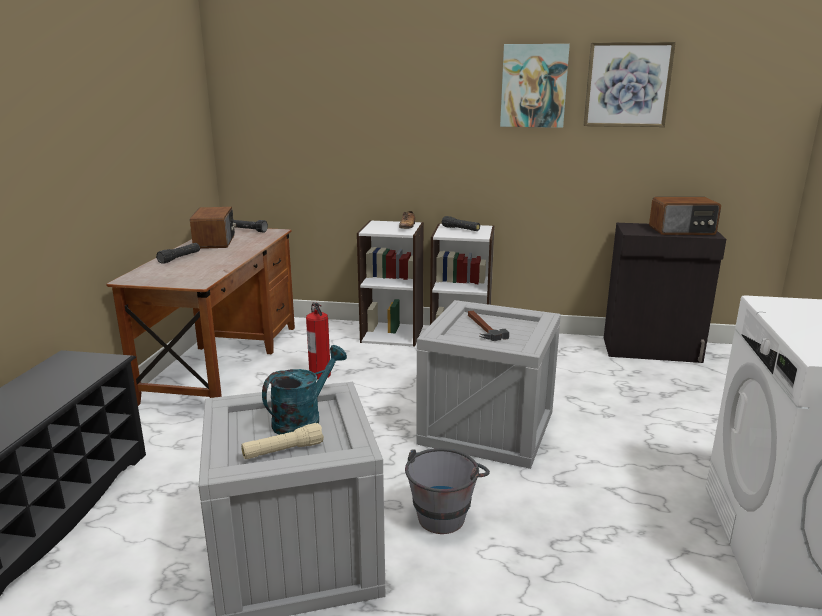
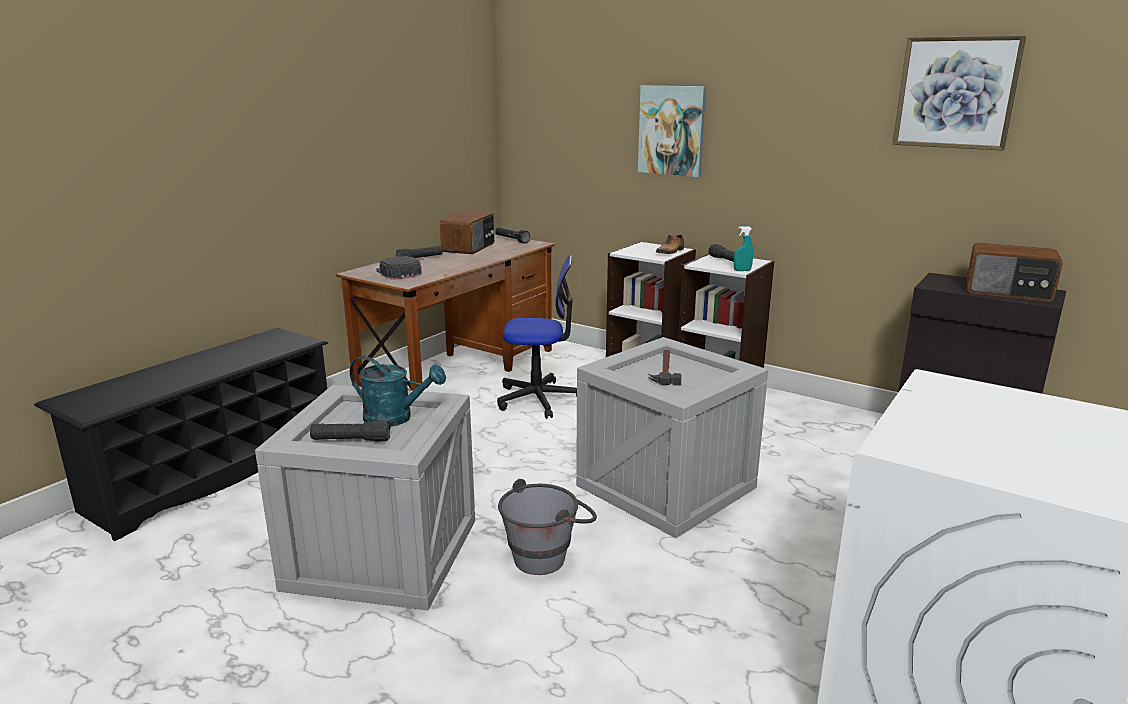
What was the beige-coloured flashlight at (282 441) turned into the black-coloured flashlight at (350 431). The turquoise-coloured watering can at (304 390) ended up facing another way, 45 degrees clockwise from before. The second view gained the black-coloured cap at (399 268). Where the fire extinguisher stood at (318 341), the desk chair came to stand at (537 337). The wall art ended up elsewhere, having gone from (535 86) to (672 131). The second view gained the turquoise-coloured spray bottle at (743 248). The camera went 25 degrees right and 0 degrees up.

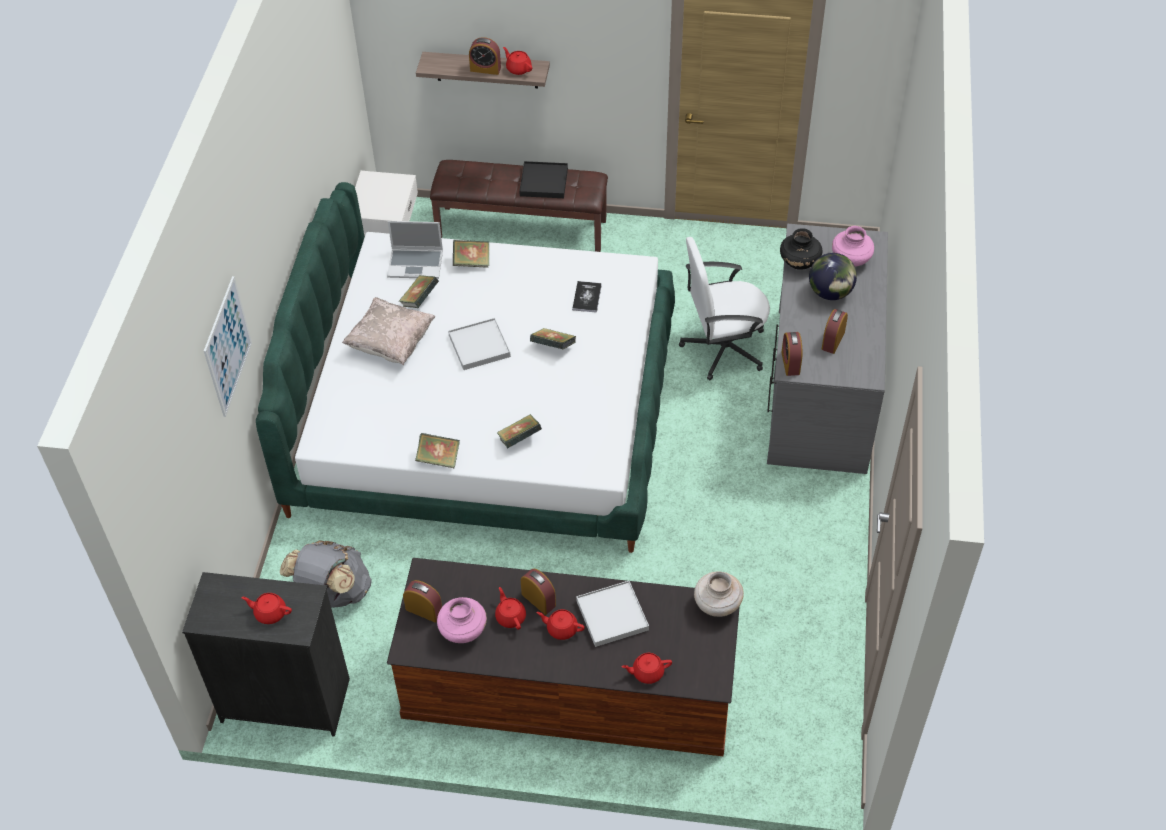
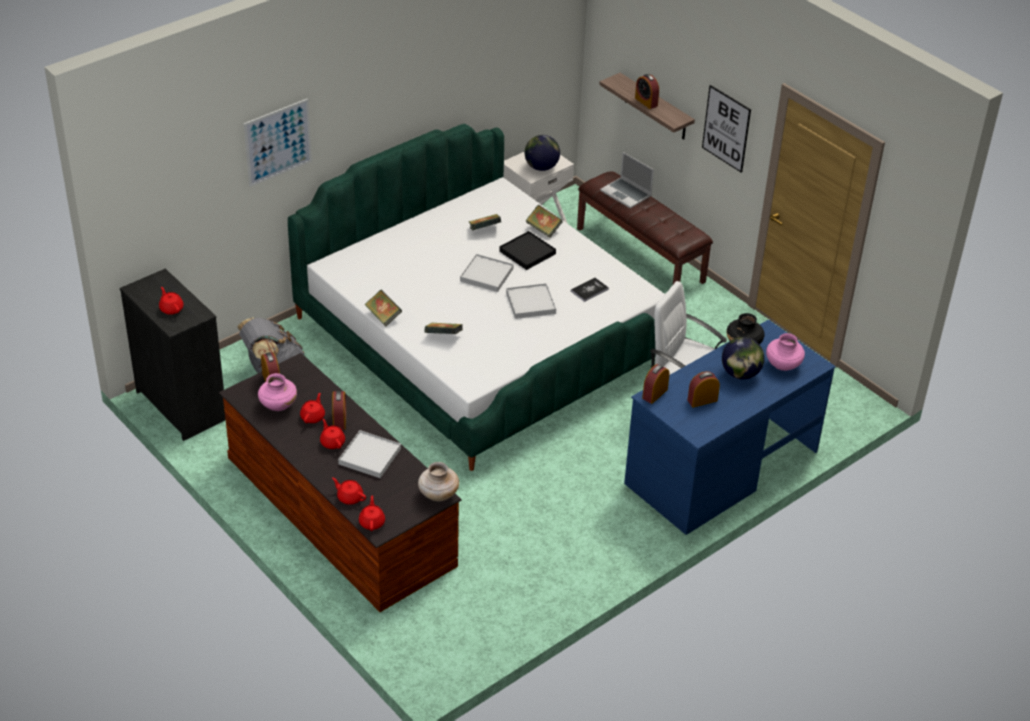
The red tea pot ended up elsewhere, having gone from (517 61) to (372 513). The black-coloured serving tray ended up elsewhere, having gone from (543 179) to (527 250). Where the volume stood at (553 339), the white-coloured serving tray came to stand at (531 301). The second view gained the world globe at (542 153). The portable computer ended up elsewhere, having gone from (415 250) to (627 180). What was the grey desk at (827 349) turned into the blue desk at (730 427). The second view gained the wall art at (726 128). The second view lost the beige-coloured throw pillow at (389 331). The camera went 40 degrees right and 10 degrees down.

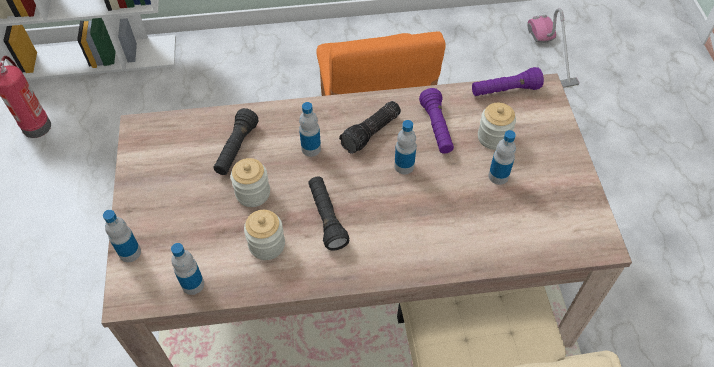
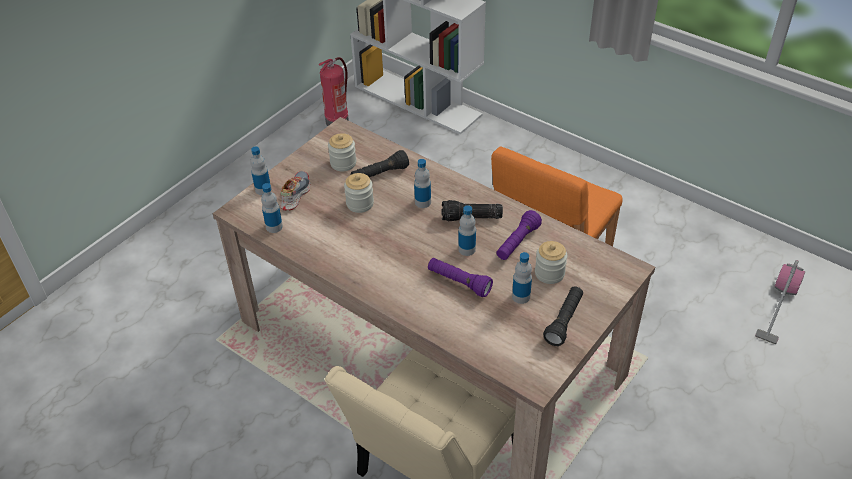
The second view gained the low shoe at (295 191). The jar ended up elsewhere, having gone from (264 235) to (342 152). The purple flashlight ended up elsewhere, having gone from (508 81) to (460 277). The black-coloured flashlight ended up elsewhere, having gone from (328 214) to (563 316). The camera went 45 degrees right and 10 degrees down.

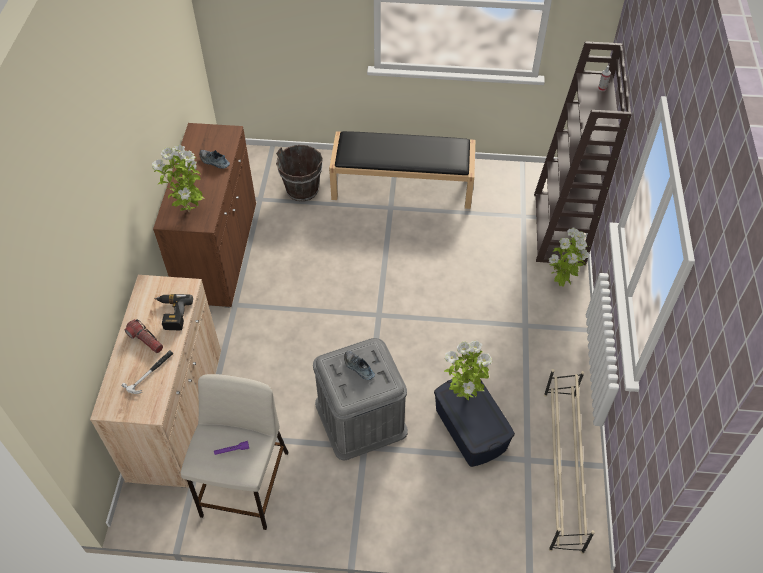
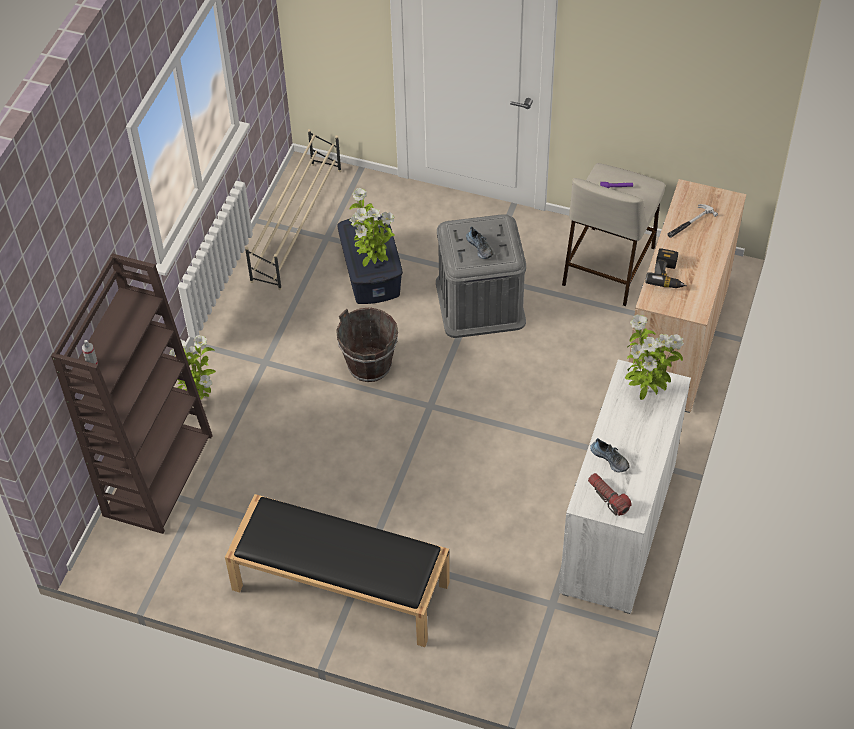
The brown pail ended up elsewhere, having gone from (299 173) to (367 344). What was the brown cupboard at (204 215) turned into the white-coloured cupboard at (625 487). The flashlight ended up elsewhere, having gone from (143 336) to (610 494). The camera went 165 degrees left and 0 degrees up.

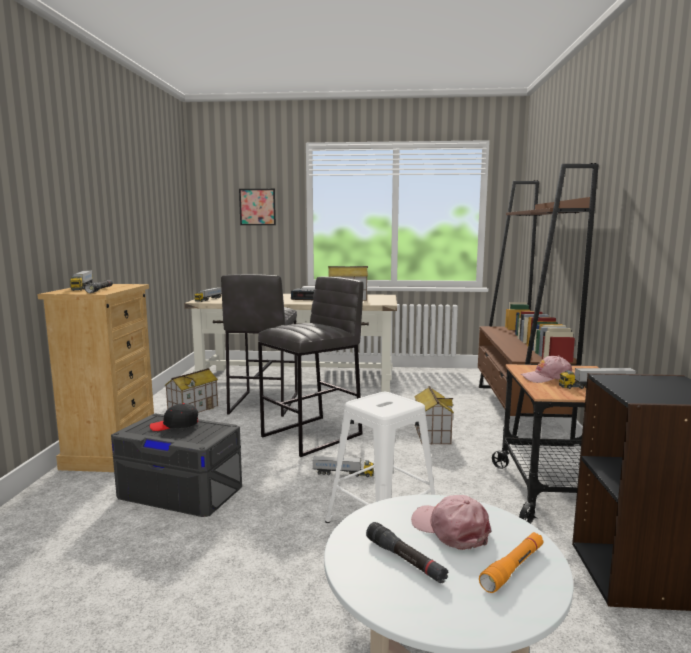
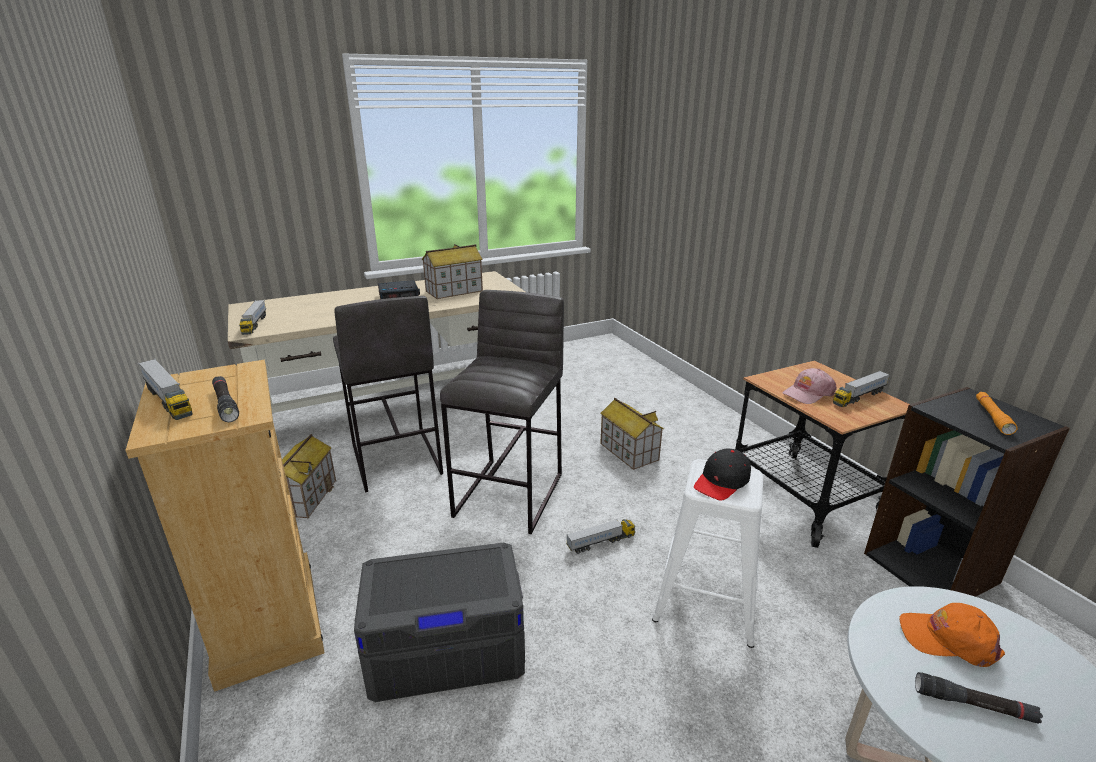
The black-coloured cap ended up elsewhere, having gone from (173 417) to (722 475). What was the pink cap at (451 522) turned into the orange-coloured cap at (952 635). The orange-coloured flashlight ended up elsewhere, having gone from (511 562) to (997 413). The second view lost the wall art at (257 207). The second view lost the brown bookcase at (538 305). The camera went 30 degrees left and 15 degrees up.

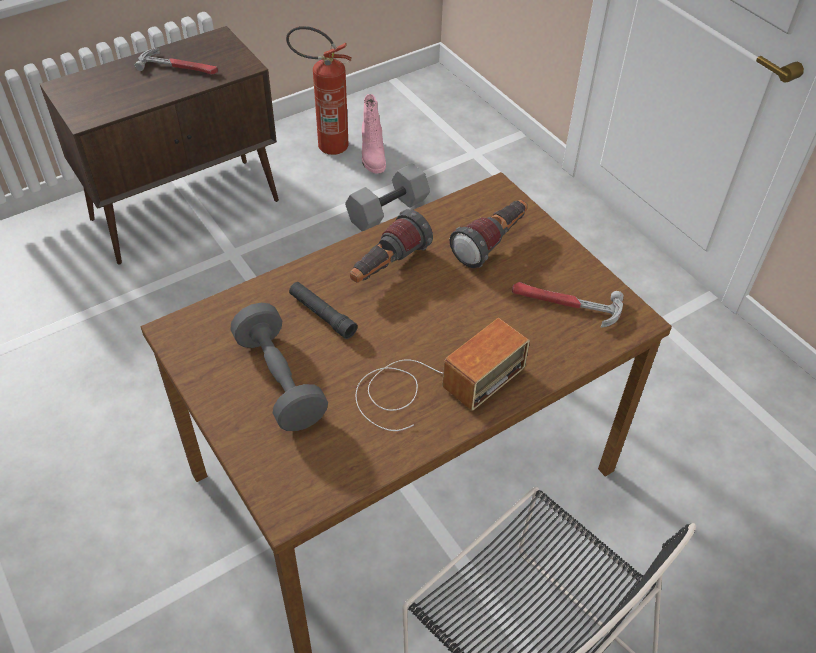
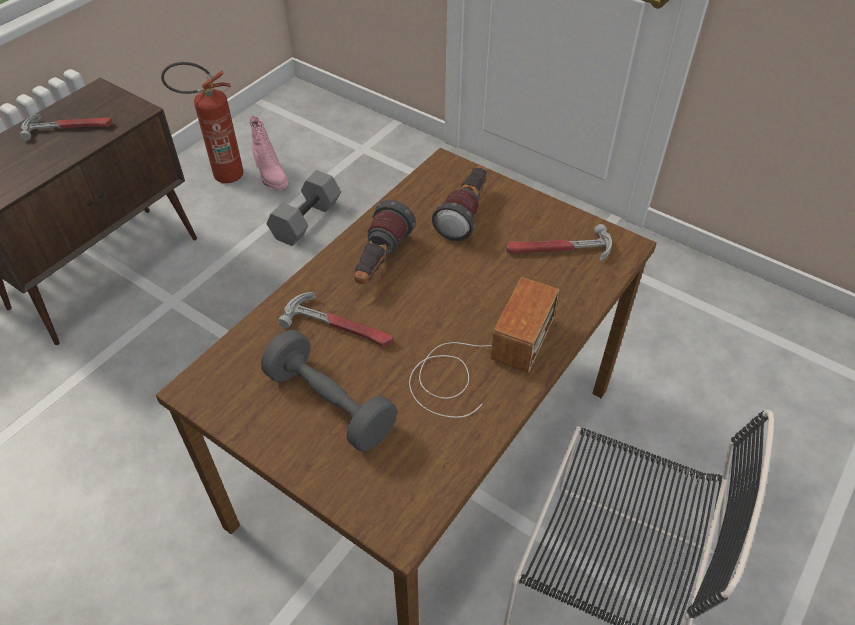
Where the black-coloured flashlight stood at (323 310), the hand hammer came to stand at (335 319). The camera went 20 degrees left and 0 degrees up.

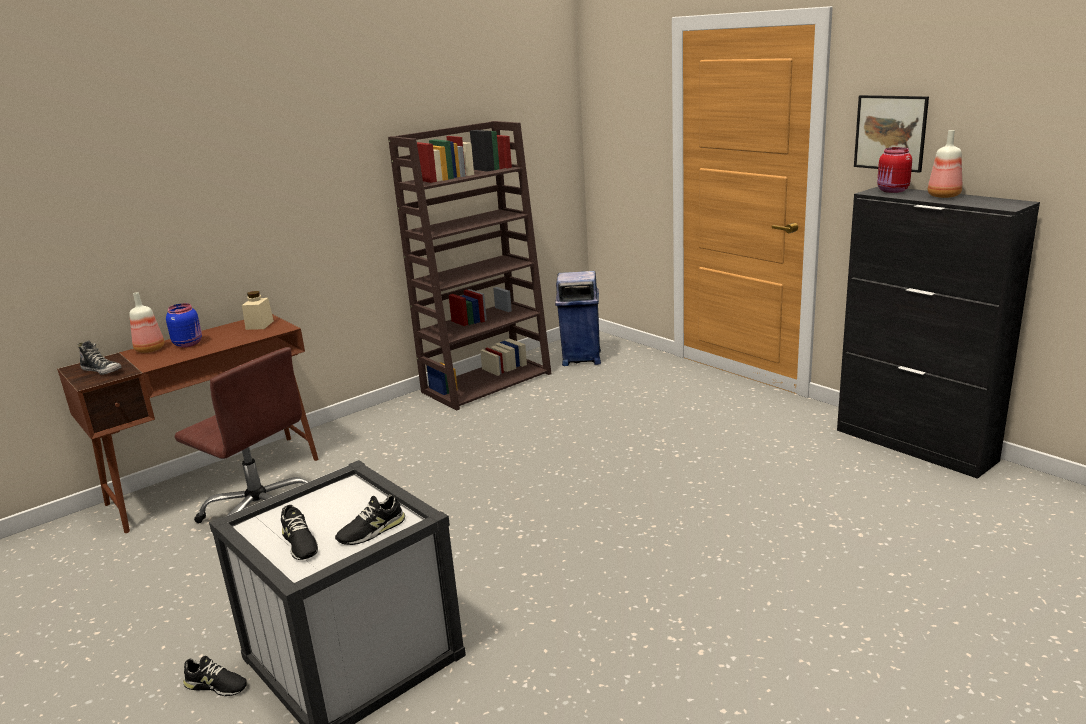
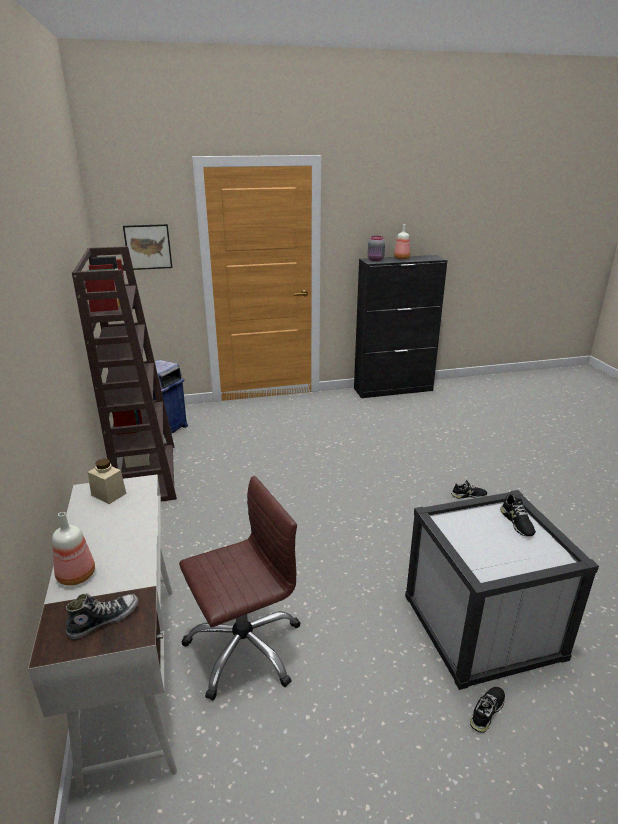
What was the brown desk at (187 423) turned into the white-coloured desk at (102 635). The wall art ended up elsewhere, having gone from (891 134) to (147 247). What was the red jar at (894 170) turned into the grey jar at (376 248). The black-coloured low shoe ended up elsewhere, having gone from (299 532) to (469 489). The second view lost the blue jar at (184 325). The camera went 65 degrees left and 5 degrees up.

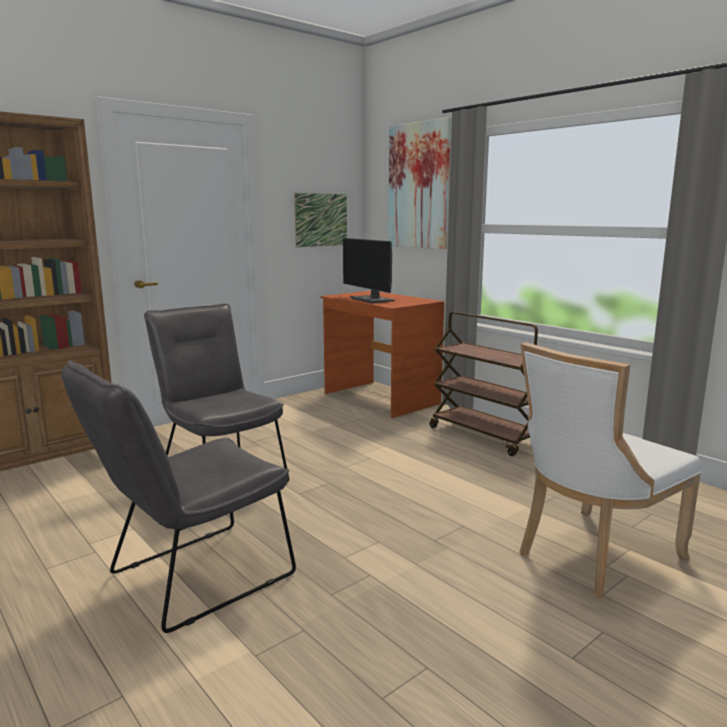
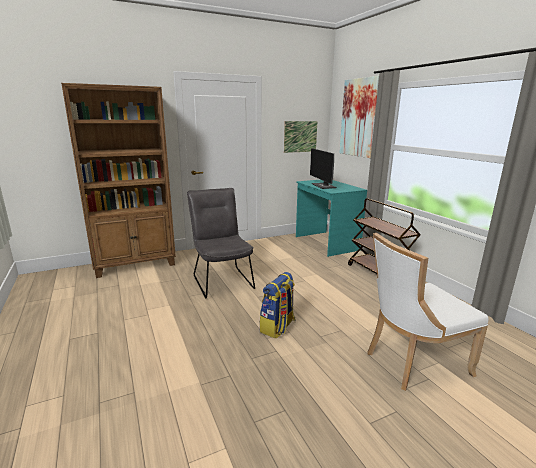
The second view gained the knapsack at (278 305). What was the brown desk at (382 354) turned into the turquoise-coloured desk at (331 218). The second view lost the grey upright chair at (178 496). The camera went 15 degrees right and 5 degrees up.

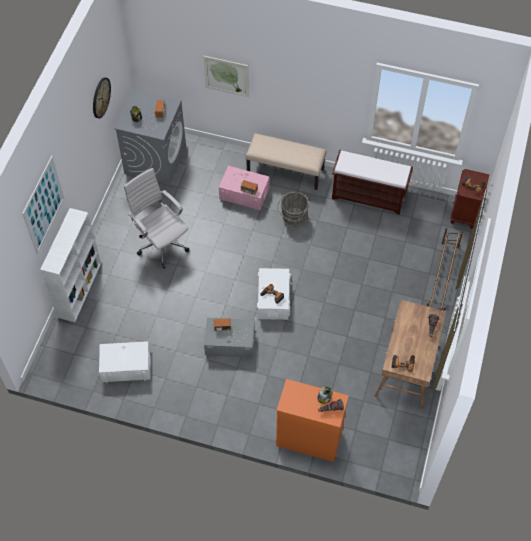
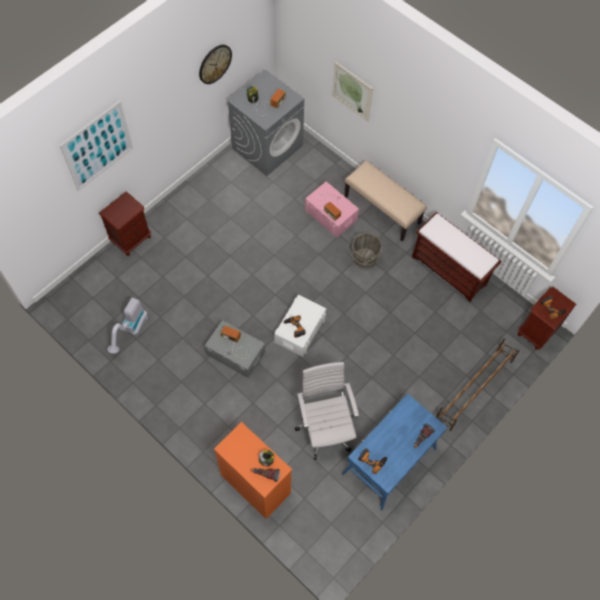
Where the white-coloured bookcase stood at (70 265), the brown nightstand came to stand at (125 224). Where the white-coloured storage box stood at (125 362), the hoover came to stand at (127 325). The white-coloured desk chair ended up elsewhere, having gone from (156 218) to (327 411). What was the brown desk at (410 354) turned into the blue desk at (394 451). The camera went 25 degrees right and 5 degrees up.

